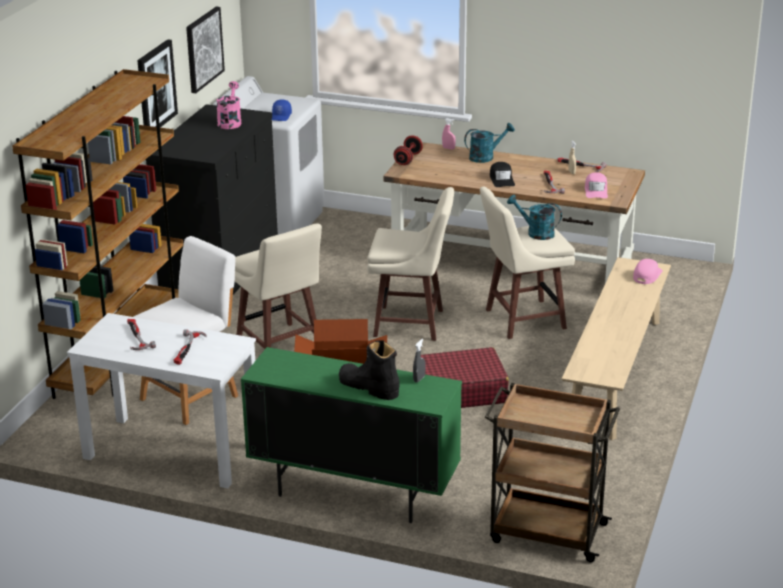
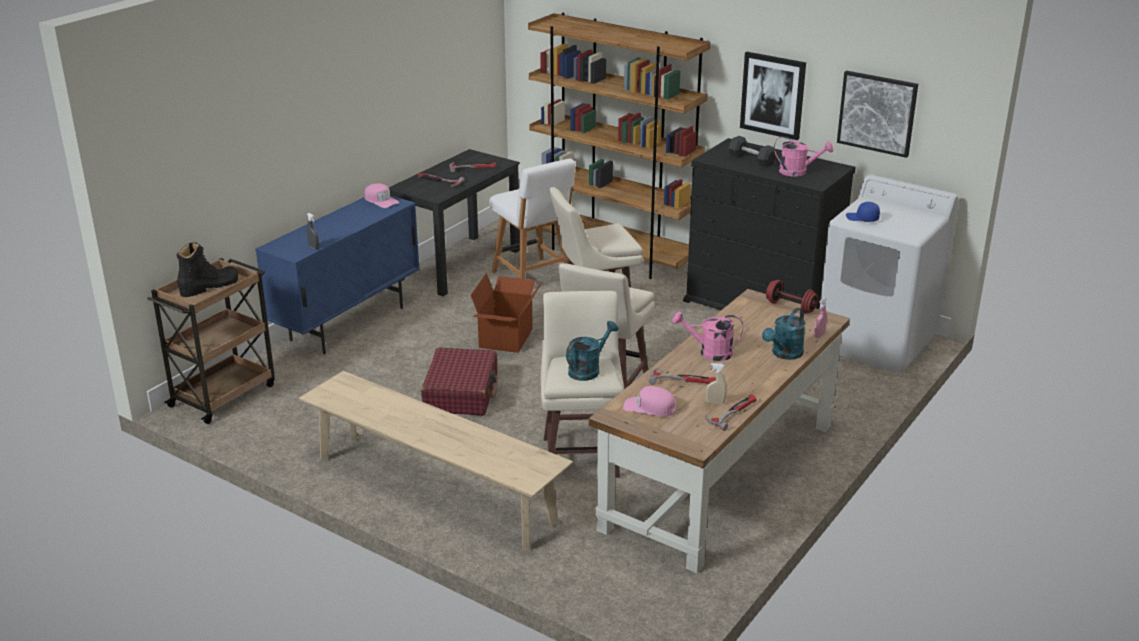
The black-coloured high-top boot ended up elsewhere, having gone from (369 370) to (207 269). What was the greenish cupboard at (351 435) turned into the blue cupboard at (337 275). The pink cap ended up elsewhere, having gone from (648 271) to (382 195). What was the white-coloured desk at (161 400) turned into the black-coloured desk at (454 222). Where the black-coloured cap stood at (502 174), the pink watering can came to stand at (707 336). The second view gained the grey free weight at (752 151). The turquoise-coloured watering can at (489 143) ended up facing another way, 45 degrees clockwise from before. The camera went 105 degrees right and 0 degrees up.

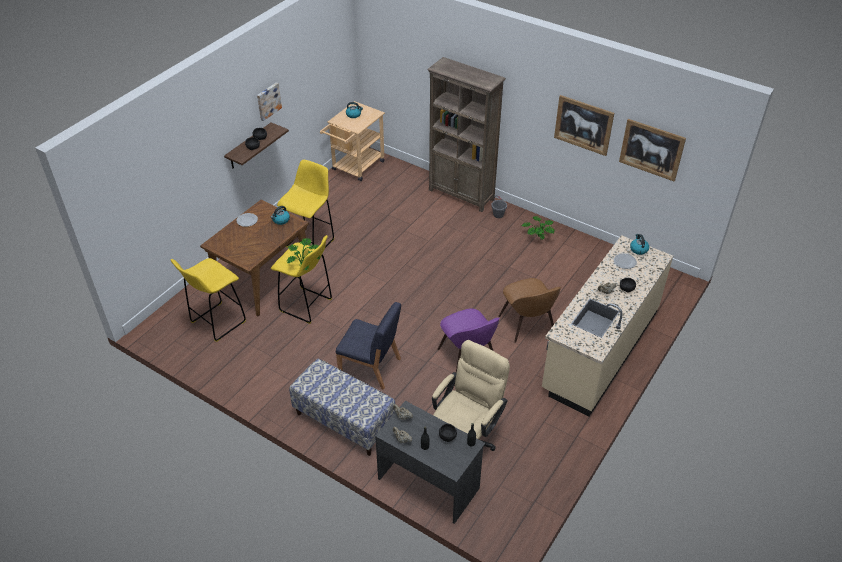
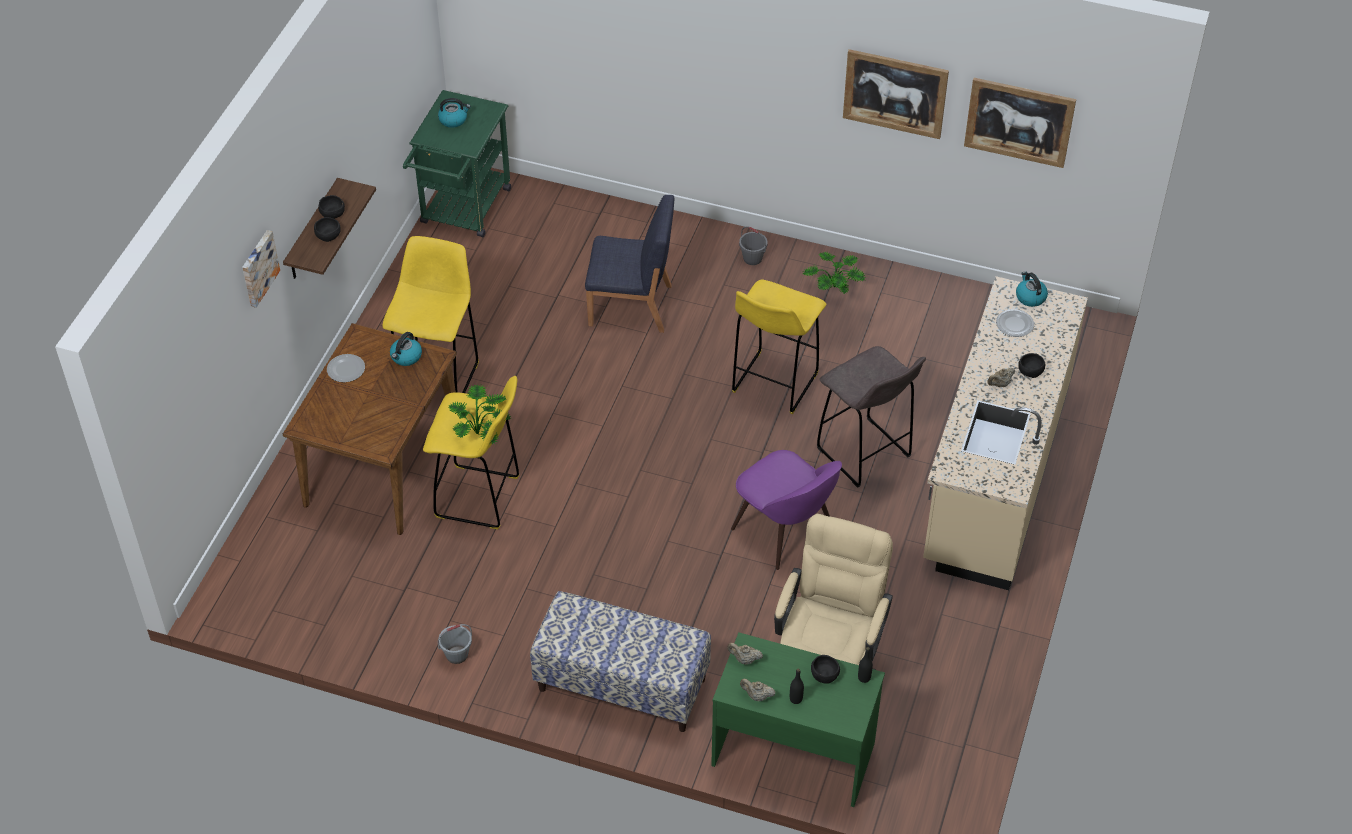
The wall art ended up elsewhere, having gone from (269 101) to (261 269). What was the beige-coloured trolley at (352 141) turned into the greenish trolley at (457 163). The second view gained the grey pail at (455 644). The blue upright chair ended up elsewhere, having gone from (368 346) to (629 264). What was the grey desk at (430 462) turned into the greenish desk at (798 719). The yellow-coloured stool seat ended up elsewhere, having gone from (208 300) to (779 346). Where the brown upright chair stood at (529 310), the grey stool seat came to stand at (871 417). The second view lost the brown bookcase at (466 134). The camera went 15 degrees left and 5 degrees up.

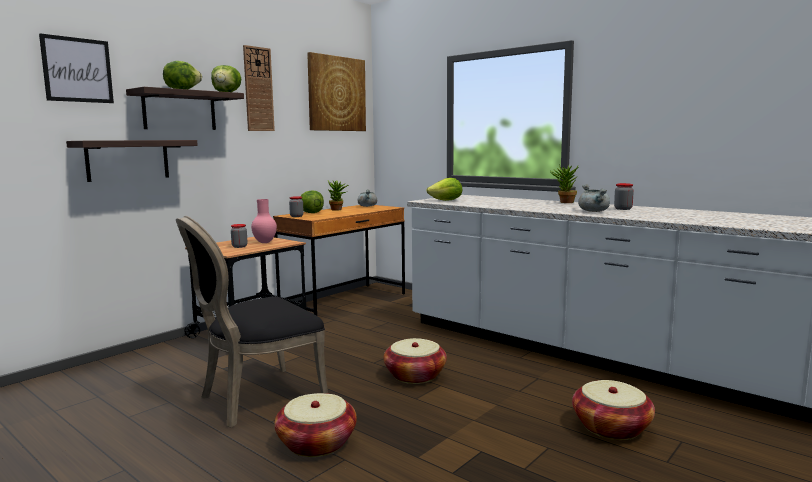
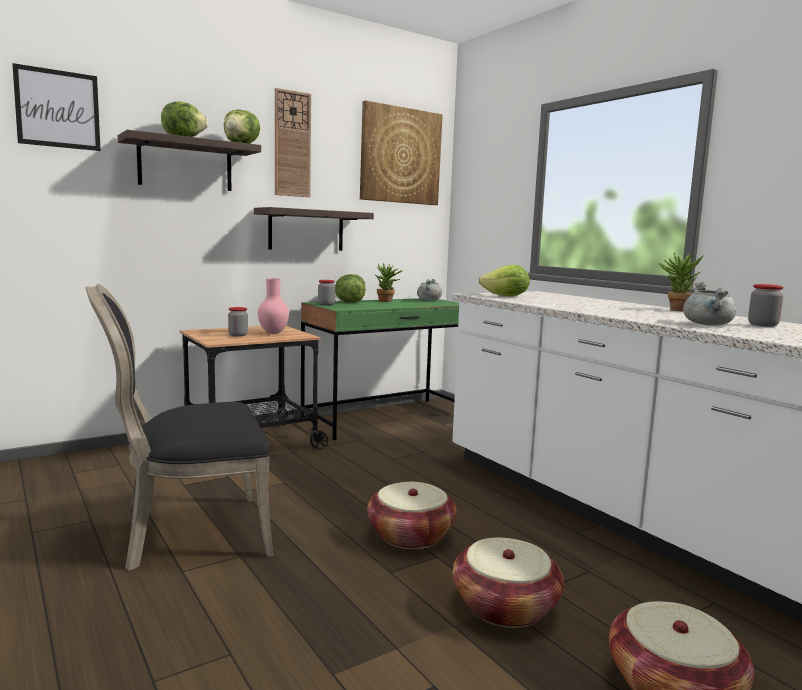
The shelf ended up elsewhere, having gone from (132 161) to (314 229). What was the brown desk at (339 260) turned into the greenish desk at (380 369). The household basket ended up elsewhere, having gone from (315 425) to (508 583). The camera went 15 degrees right and 0 degrees up.

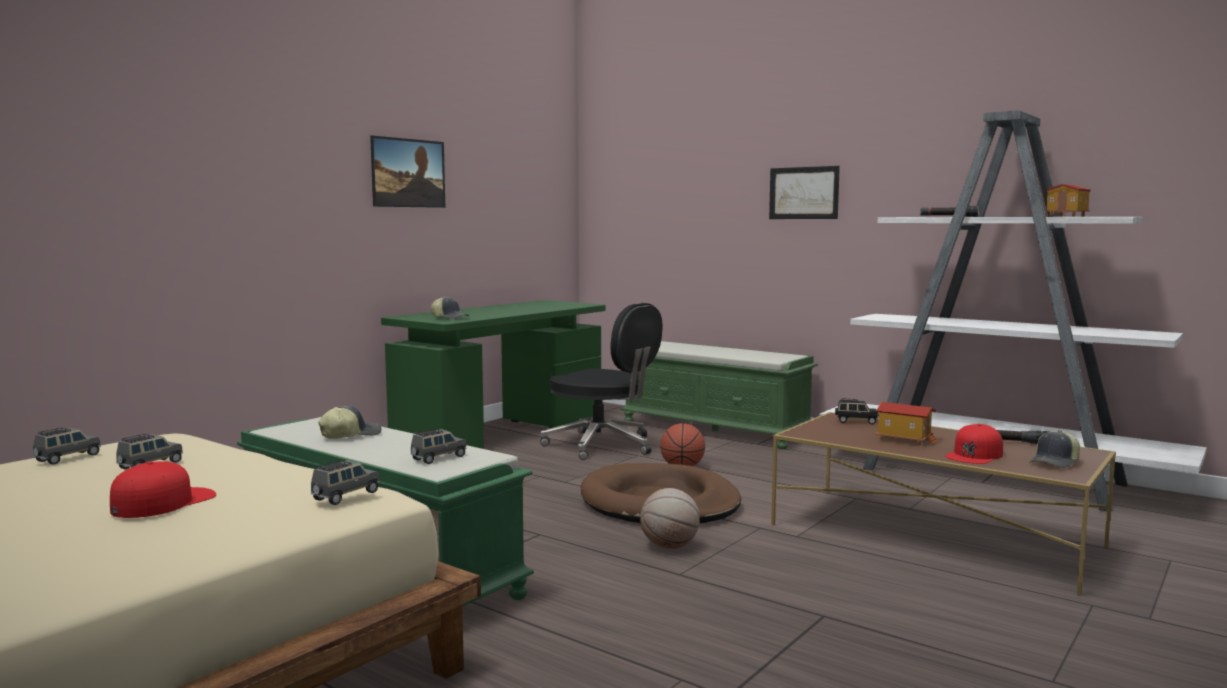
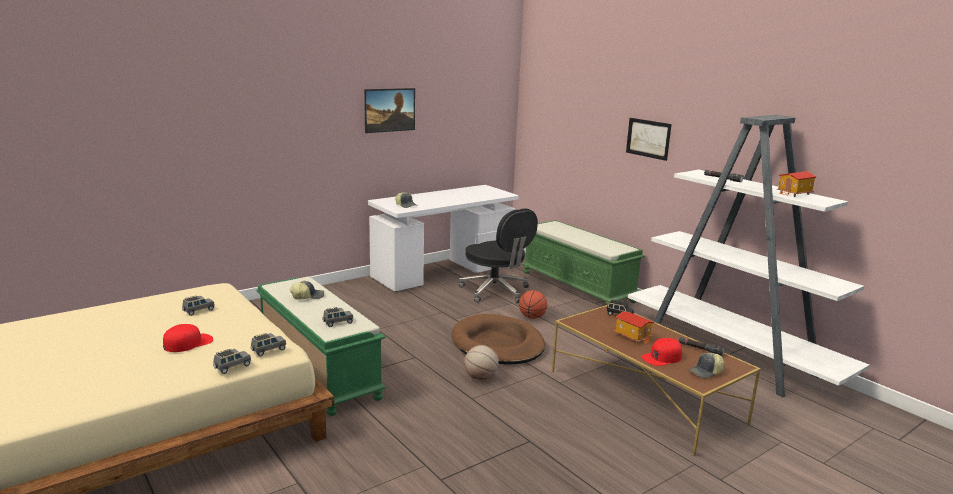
The grey toy car ended up elsewhere, having gone from (67 446) to (232 361). What was the greenish desk at (493 374) turned into the white-coloured desk at (443 238). The camera went 15 degrees right and 10 degrees up.

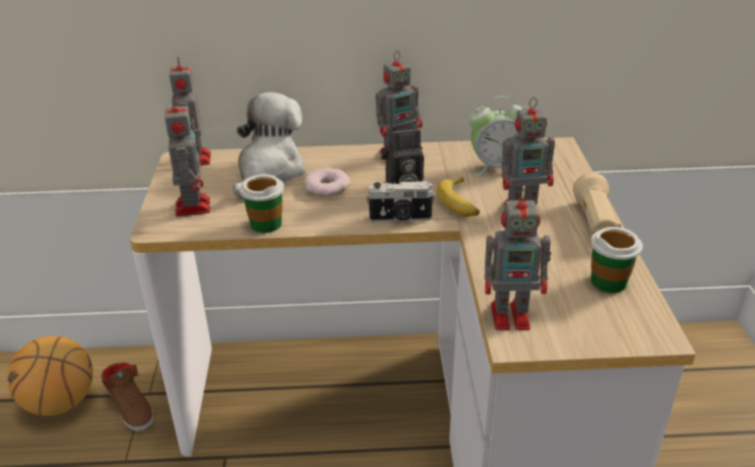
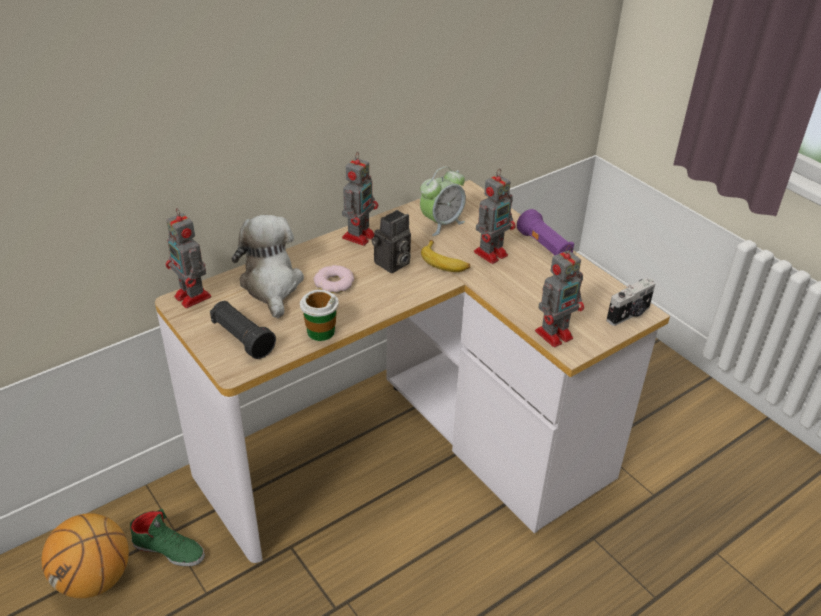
What was the brown low shoe at (127 397) turned into the greenish low shoe at (167 537). Where the model robot stood at (187 156), the black-coloured flashlight came to stand at (243 330). What was the beige-coloured flashlight at (597 204) turned into the purple flashlight at (545 232). The still camera ended up elsewhere, having gone from (400 201) to (630 302). The second view lost the cup at (617 260). The camera went 35 degrees left and 5 degrees up.

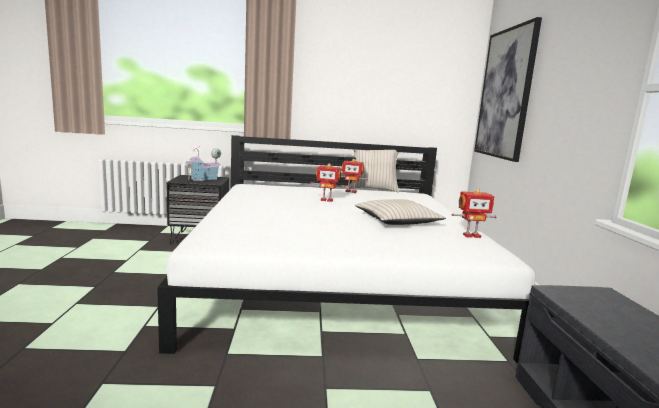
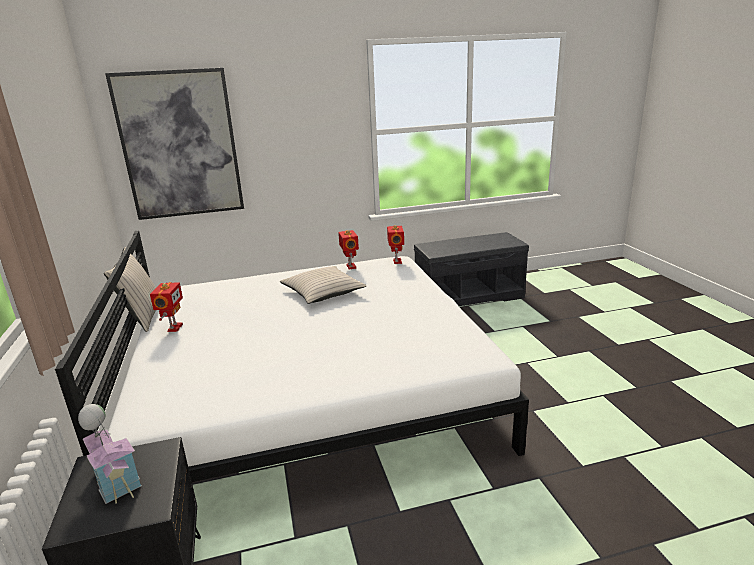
The model robot ended up elsewhere, having gone from (328 182) to (395 244). The camera went 100 degrees left and 10 degrees up.

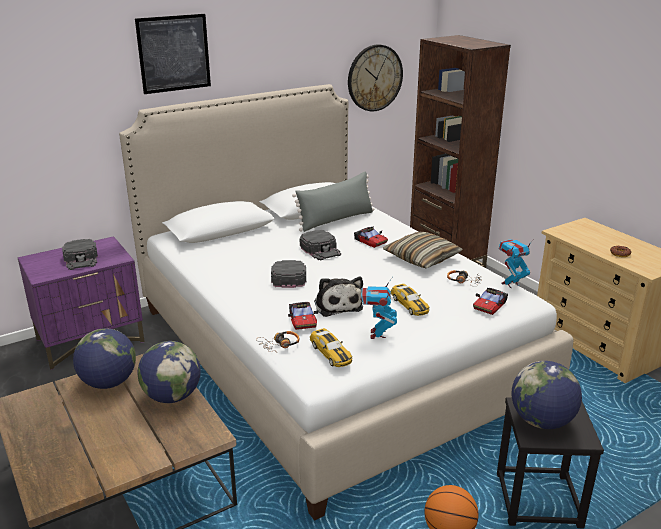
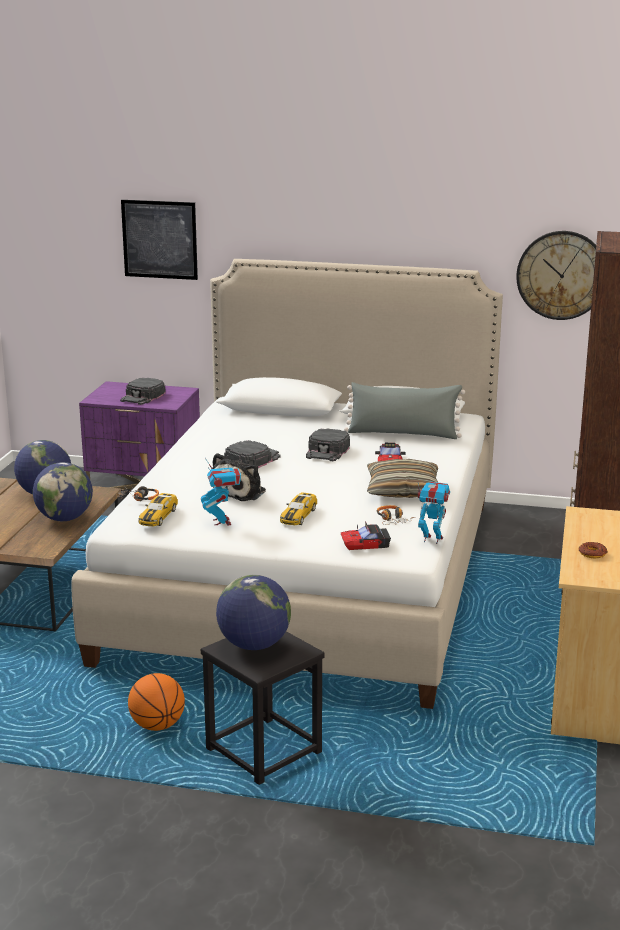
The wall art ended up elsewhere, having gone from (173 54) to (159 240). The model robot at (378 308) ended up facing another way, 120 degrees clockwise from before. The second view lost the toy car at (303 316). The camera went 45 degrees right and 5 degrees down.

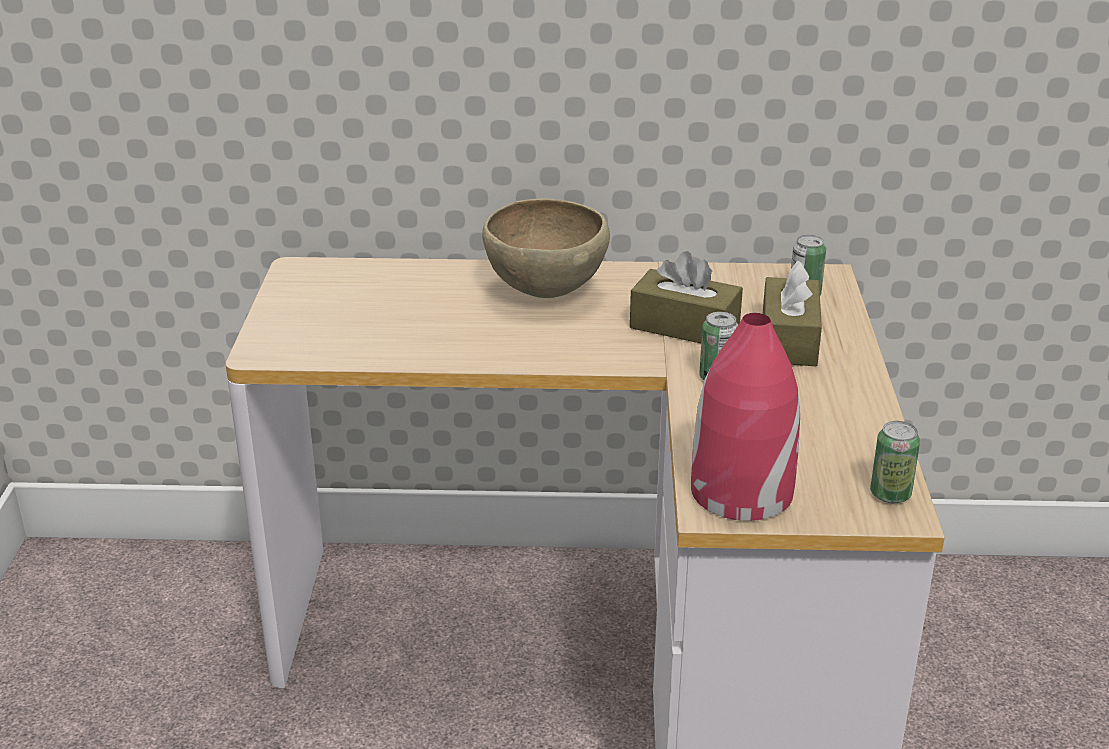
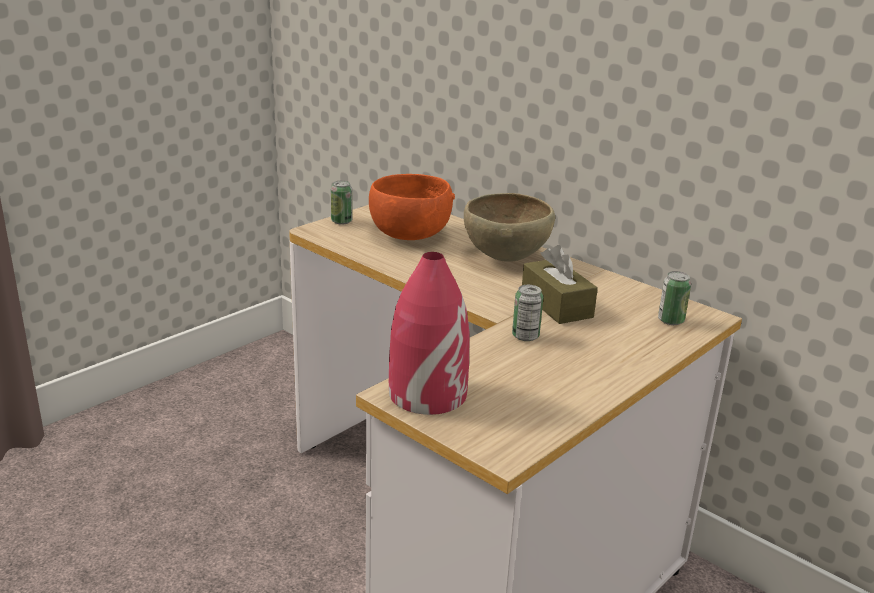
The metal can ended up elsewhere, having gone from (895 462) to (341 203). The second view gained the orange-coloured serving bowl at (412 207). The second view lost the brown tissue box at (792 313). The camera went 40 degrees right and 5 degrees down.

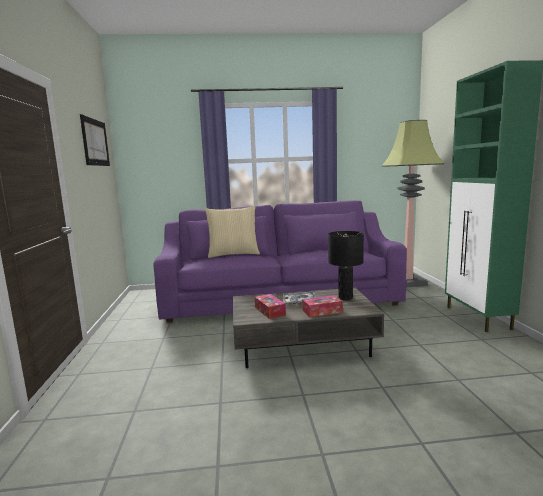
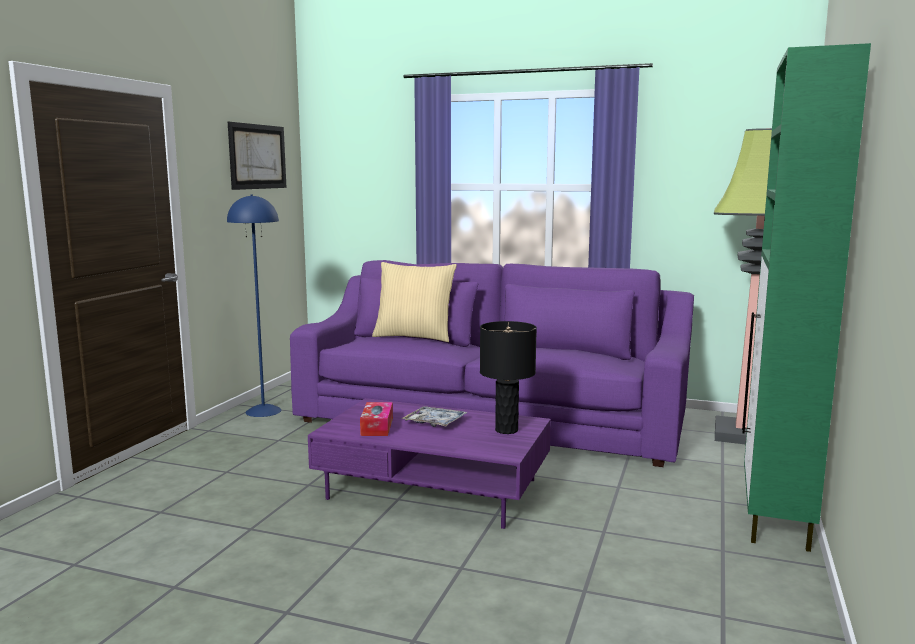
The second view gained the blue standing lamp at (254 305). What was the grey coffee table at (308 328) turned into the purple coffee table at (429 463). The second view lost the tissue box at (323 306). The camera went 25 degrees right and 0 degrees up.

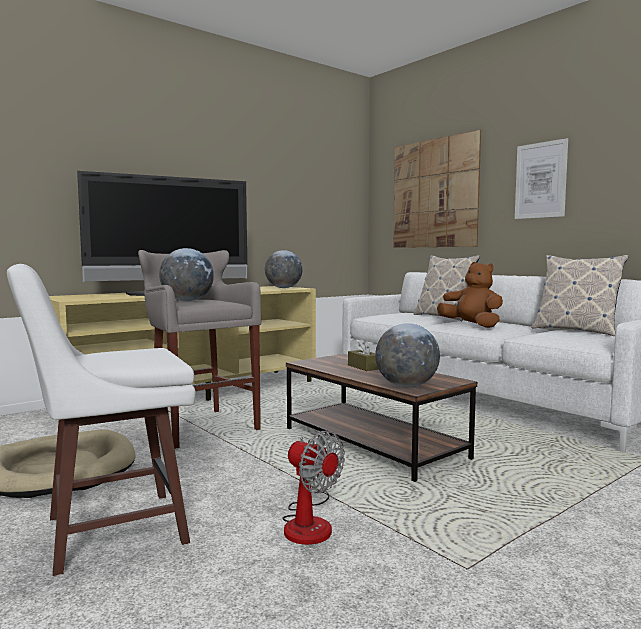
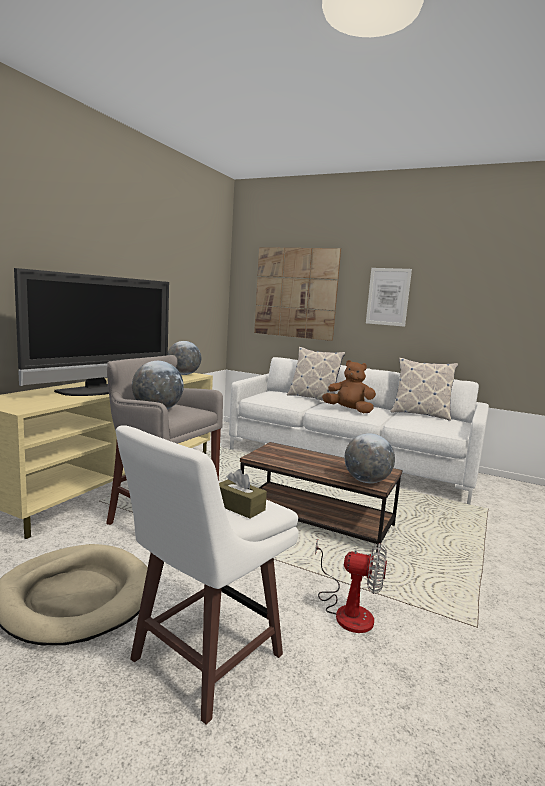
The brown tissue box ended up elsewhere, having gone from (363 355) to (243 493). The camera went 25 degrees left and 5 degrees up.

